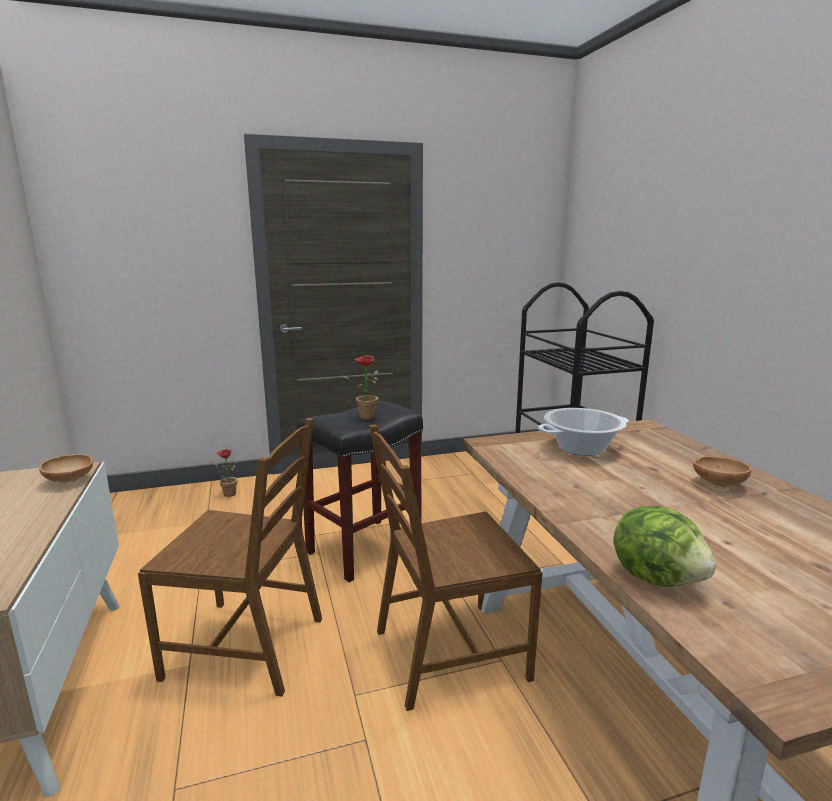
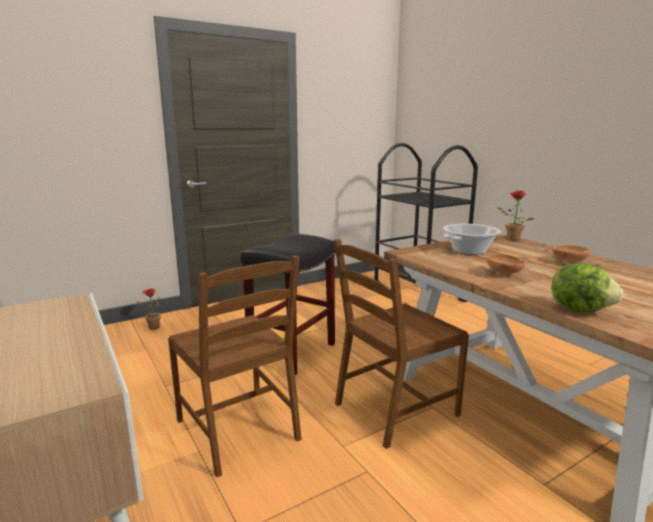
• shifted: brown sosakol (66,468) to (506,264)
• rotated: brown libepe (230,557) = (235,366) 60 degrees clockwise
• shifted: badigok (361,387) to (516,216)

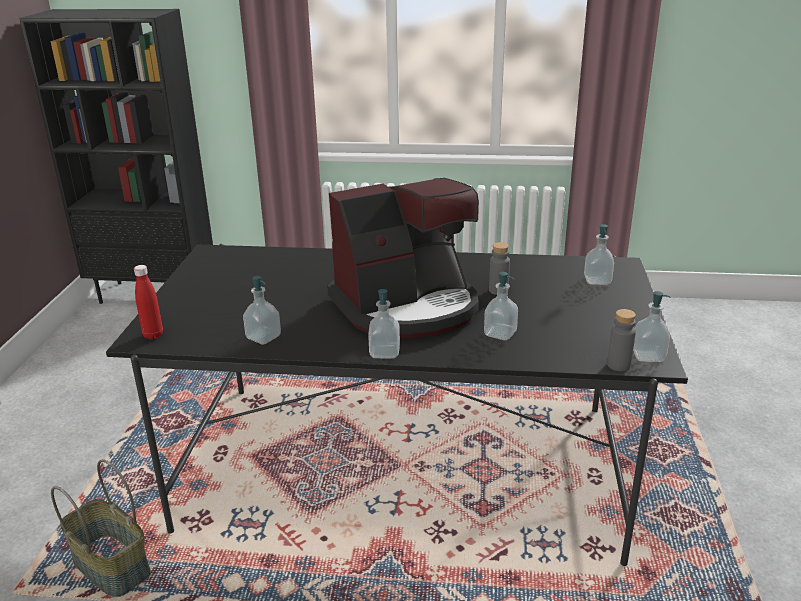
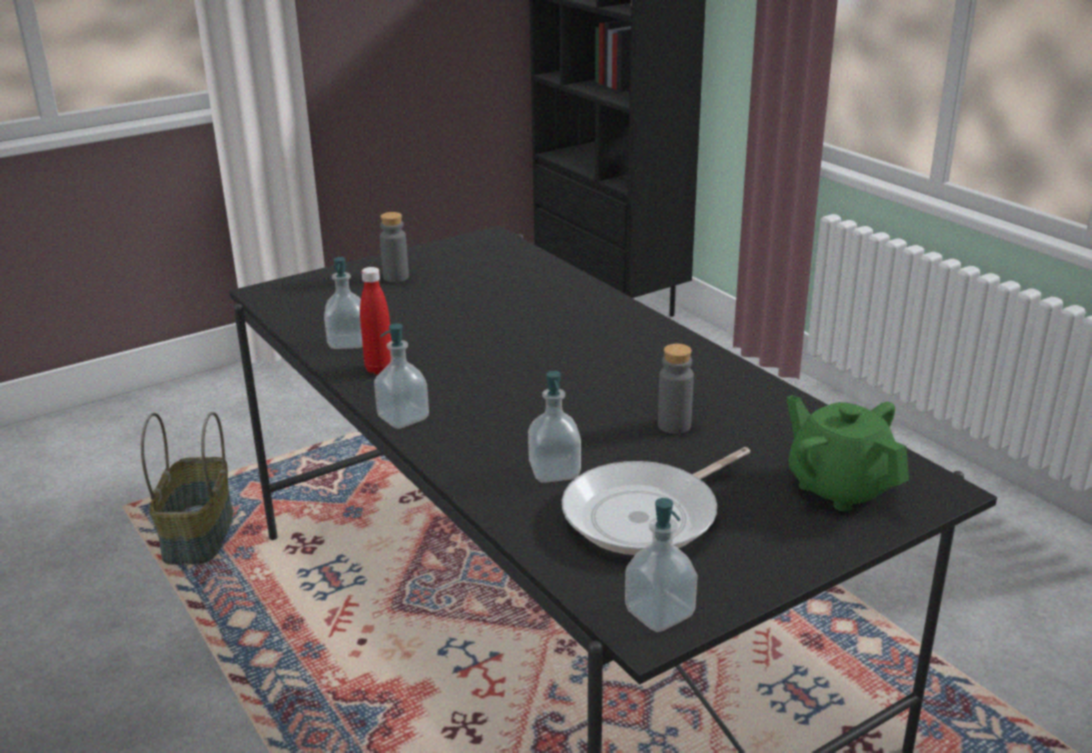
• shifted: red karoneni (148,302) to (376,321)
• gone: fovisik (403,258)
• swapped: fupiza (599,254) to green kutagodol (847,453)
• shifted: grey karoneni (621,340) to (394,247)
• new: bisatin (656,501)

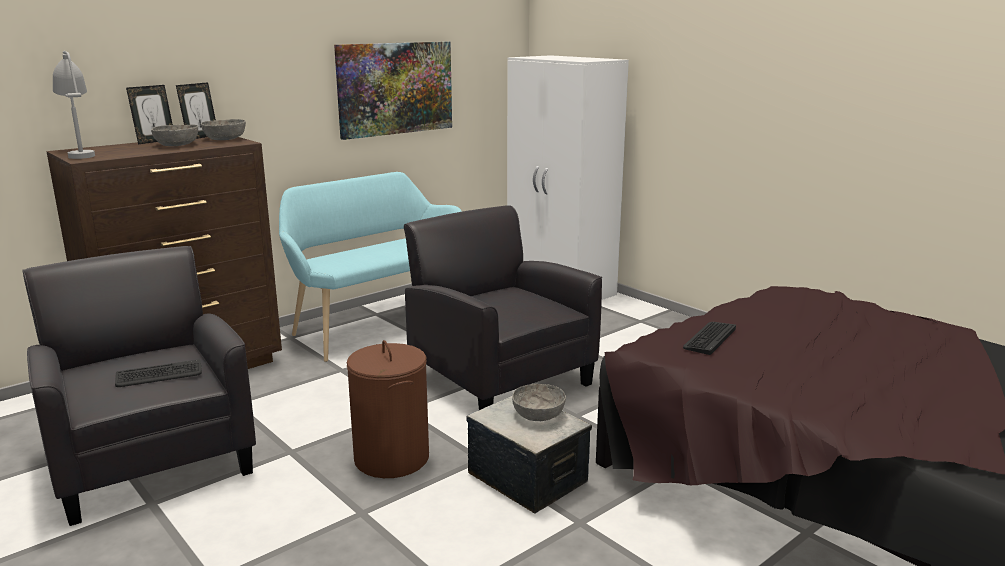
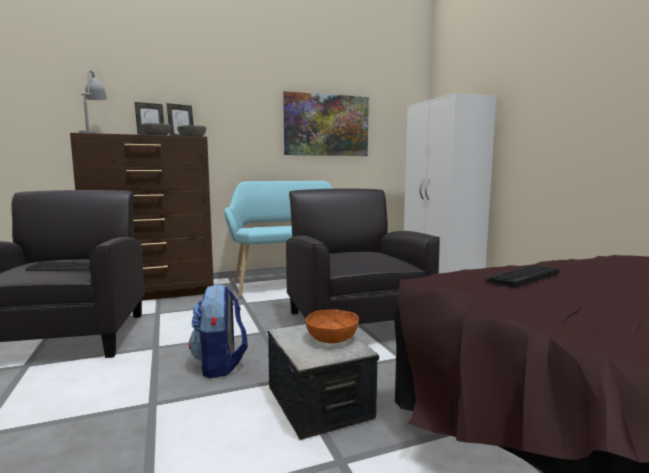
• swapped: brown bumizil (388,409) to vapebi (218,331)
• repainted: grey sosakol (539,402) to orange sosakol (332,327)

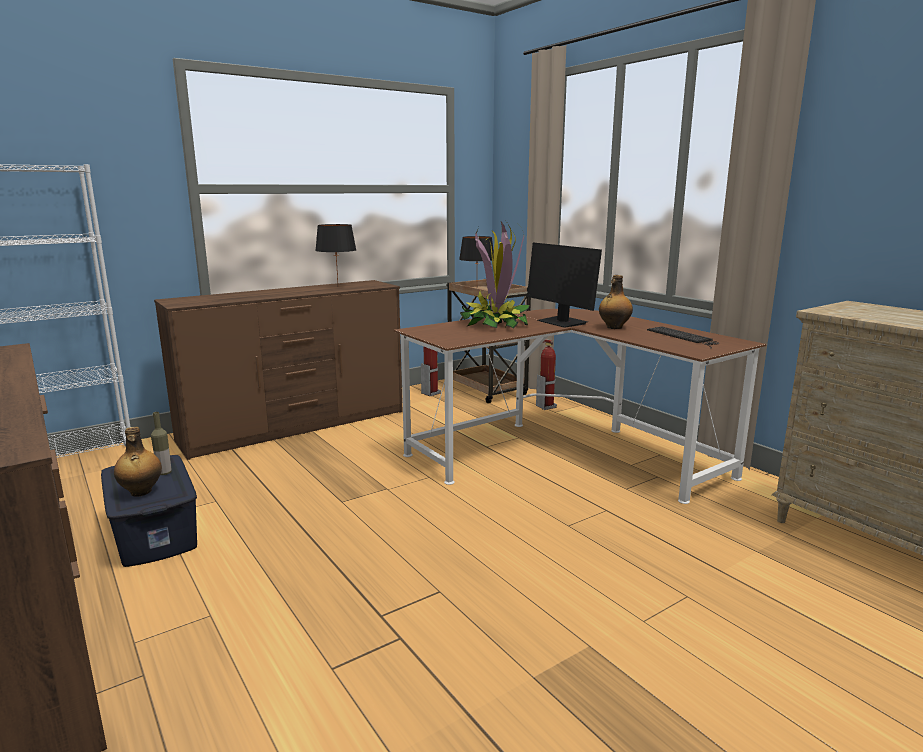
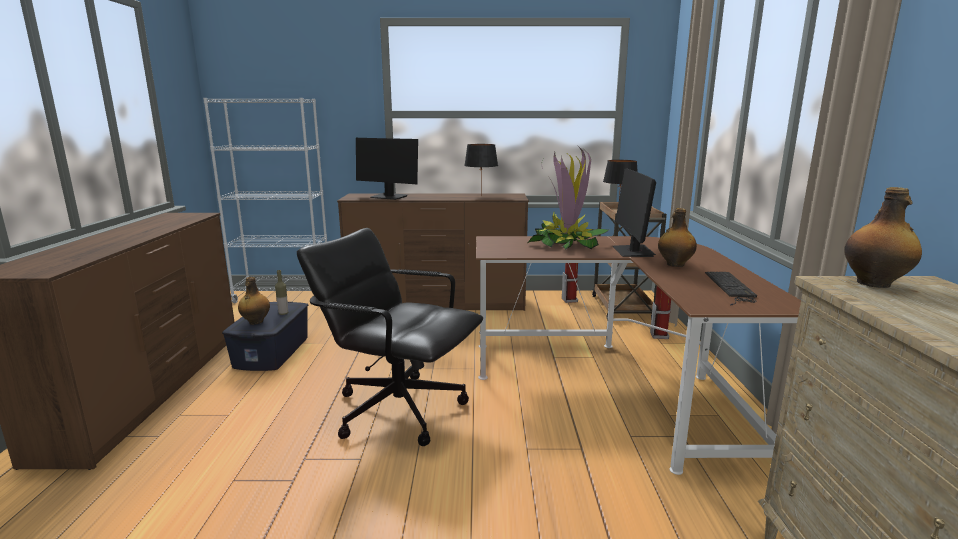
• new: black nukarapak (390,337)
• new: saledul (387,169)
• new: karoneni (883,237)

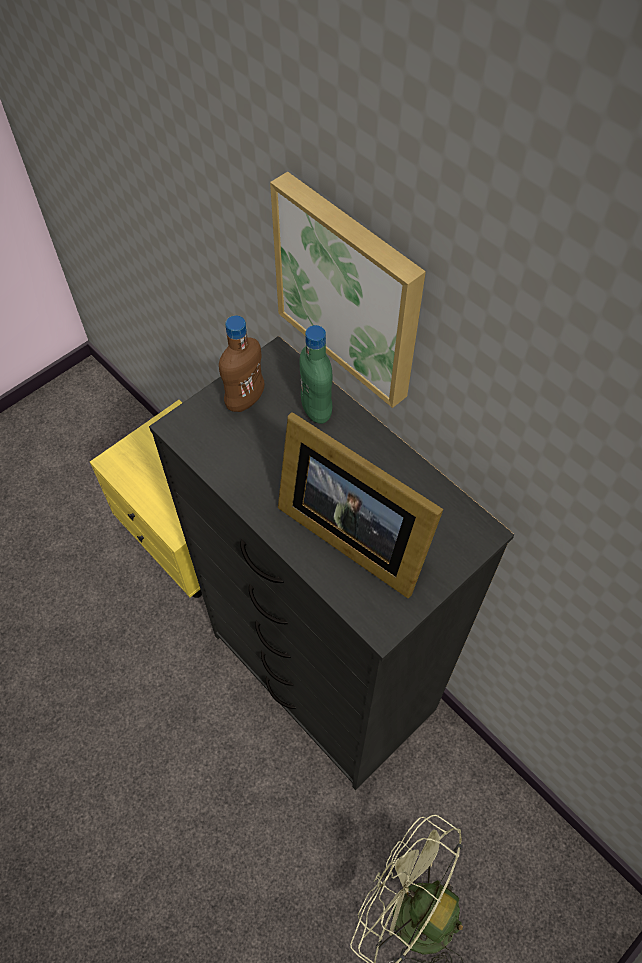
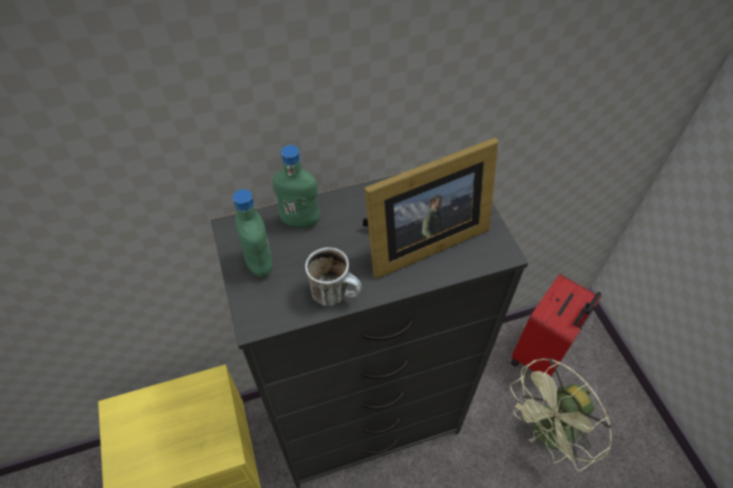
• repainted: brown karoneni (241,364) to green karoneni (253,233)
• gone: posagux (348,290)
• new: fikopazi (333,277)
• new: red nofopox (556,325)

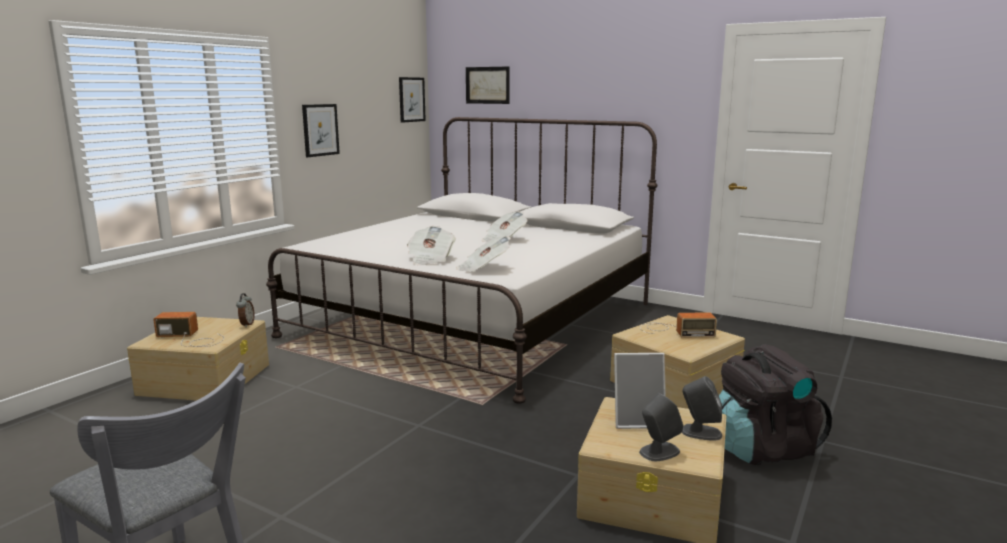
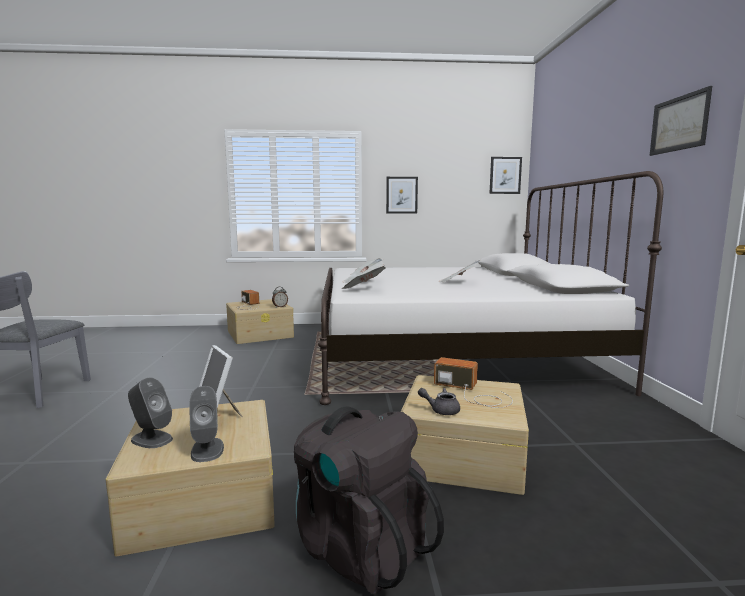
• shifted: posagux (488,85) to (681,121)
• rotated: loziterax (678,325) = (473,382) 150 degrees clockwise
• new: grey kutagodol (439,401)

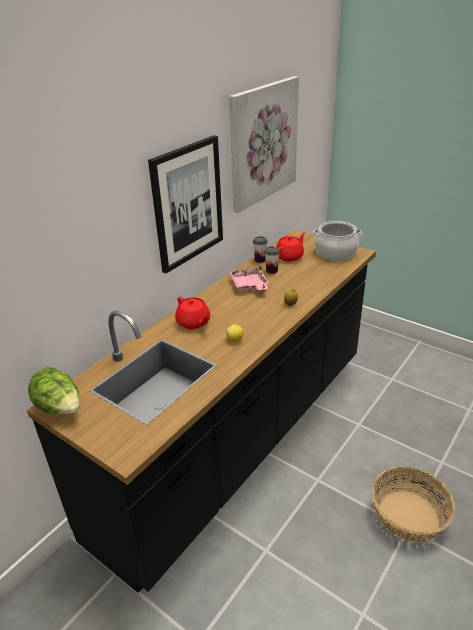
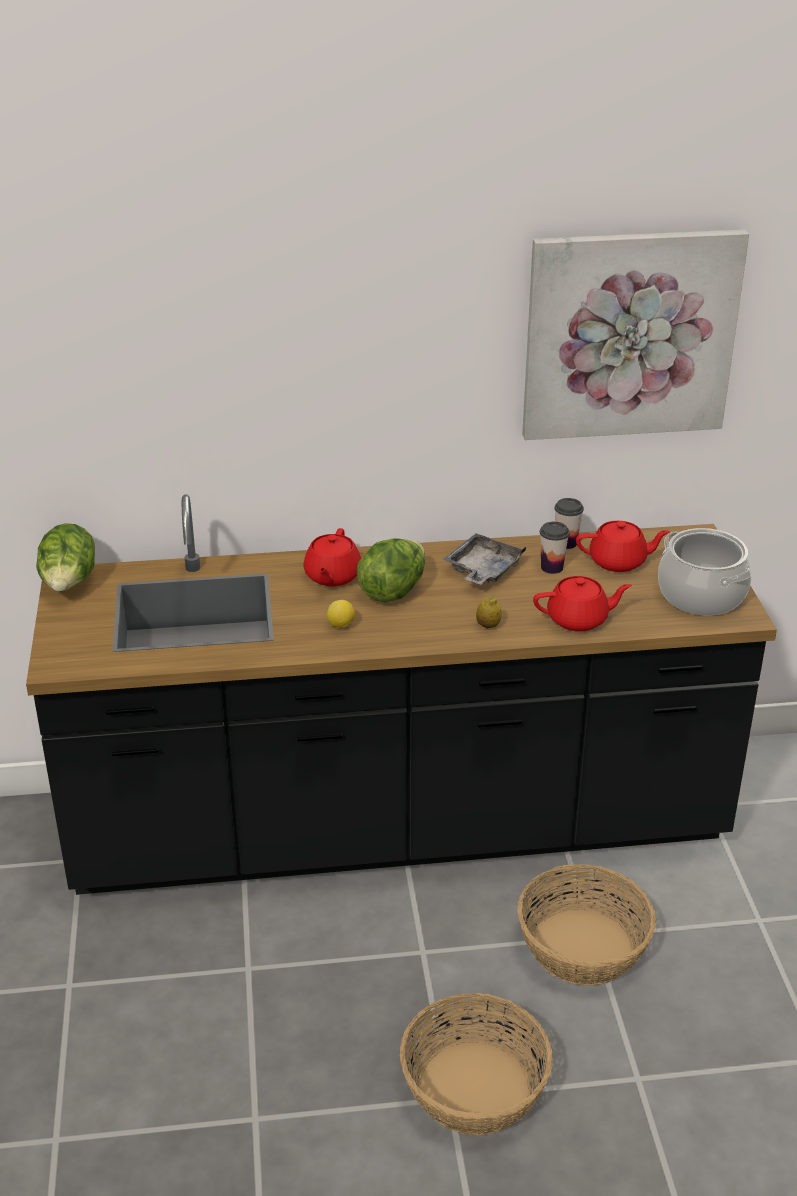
• gone: posagux (185,204)
• repainted: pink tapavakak (249,278) to grey tapavakak (485,558)
• new: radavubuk (391,570)
• new: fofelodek (586,925)
• new: red kutagodol (582,603)

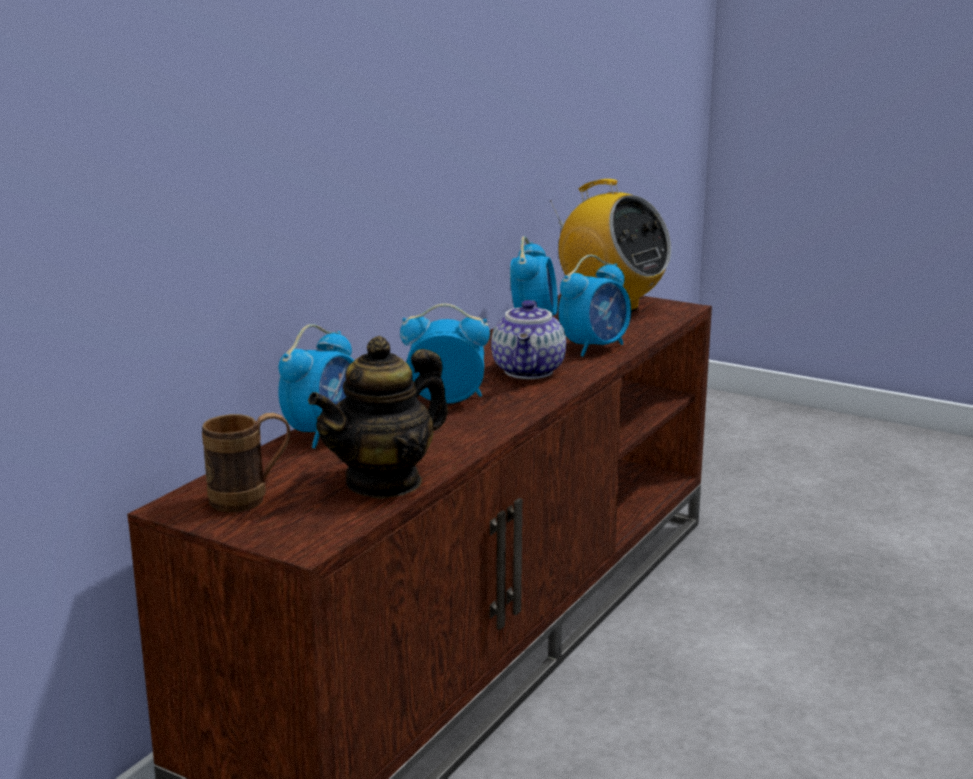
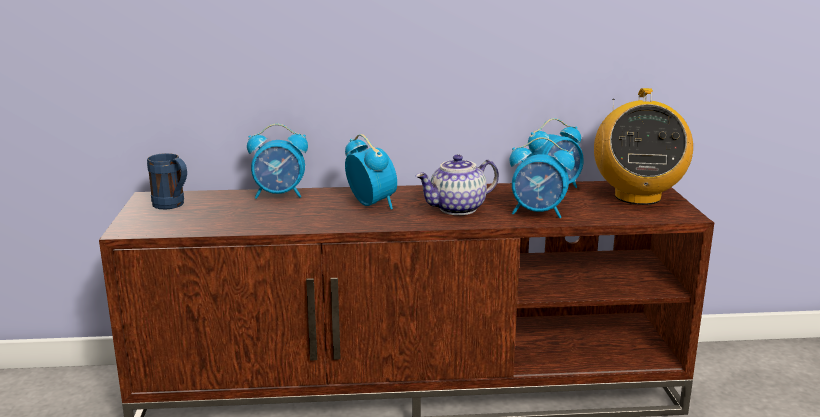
• repainted: brown fikopazi (246,462) to blue fikopazi (167,181)
• gone: kutagodol (378,417)

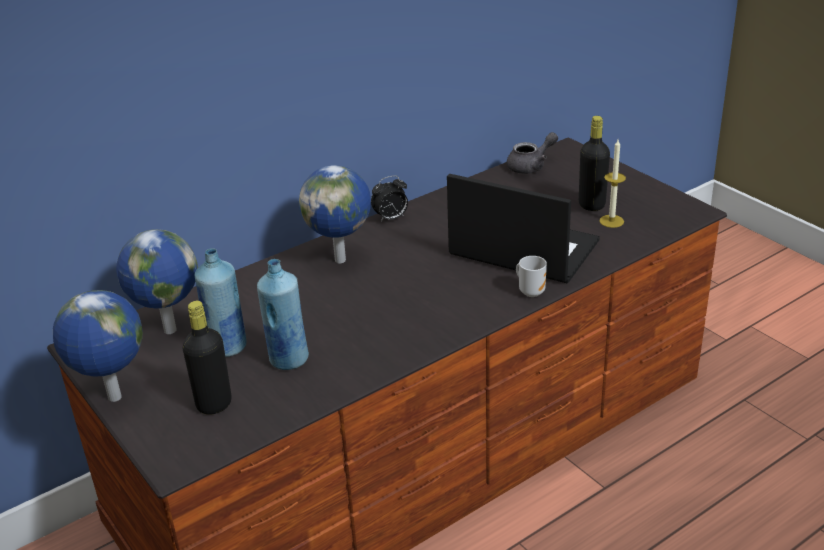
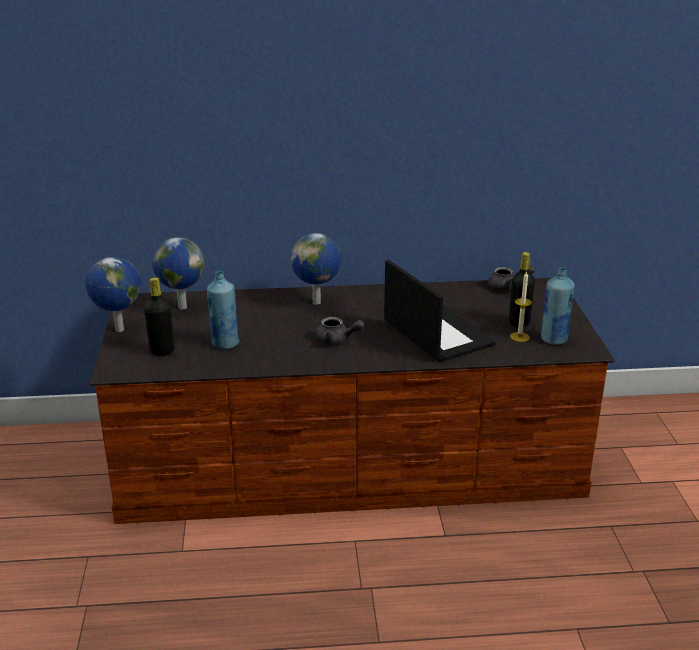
• shifted: blue karoneni (221,302) to (557,306)
• gone: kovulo (389,198)
• gone: fikopazi (531,276)
• new: grey kutagodol (340,331)

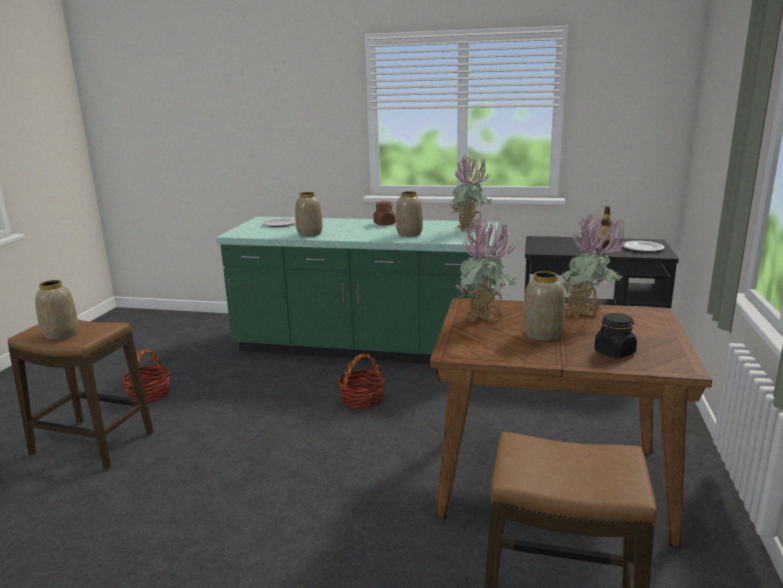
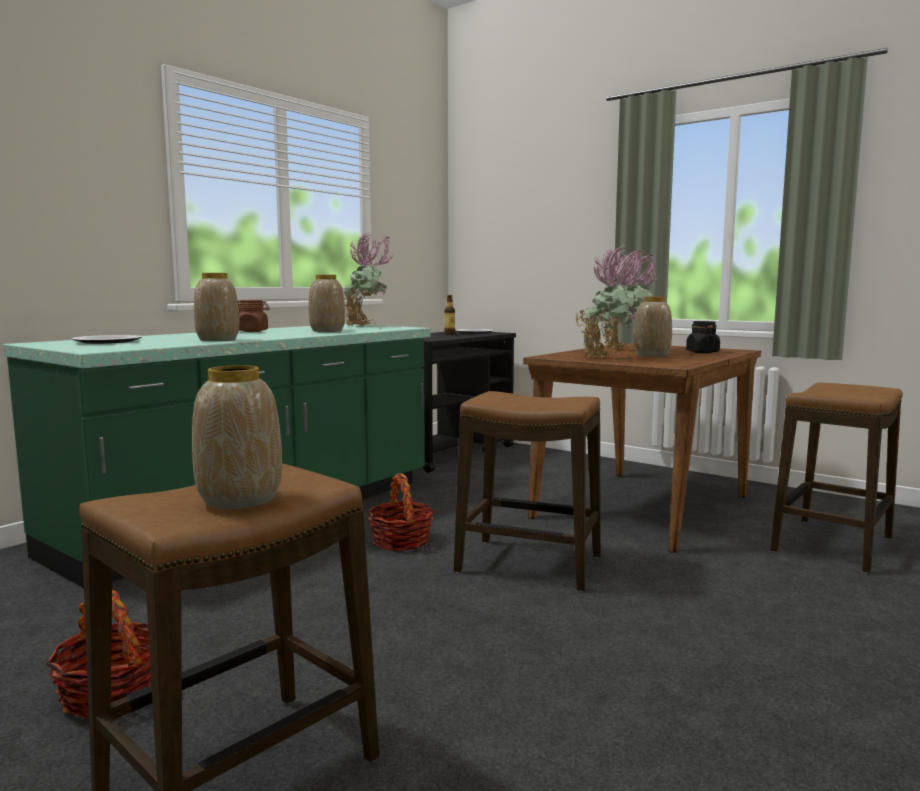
• new: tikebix (527,491)

